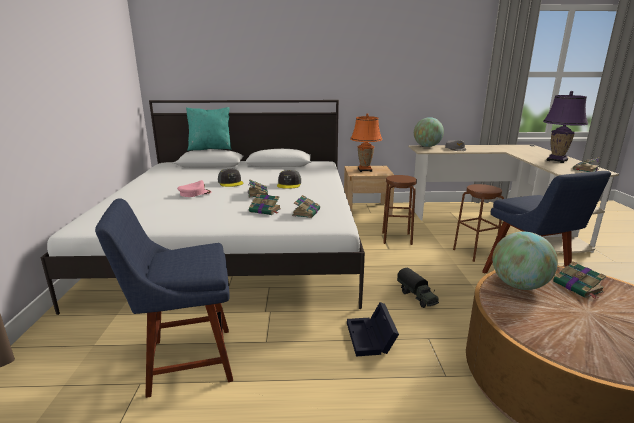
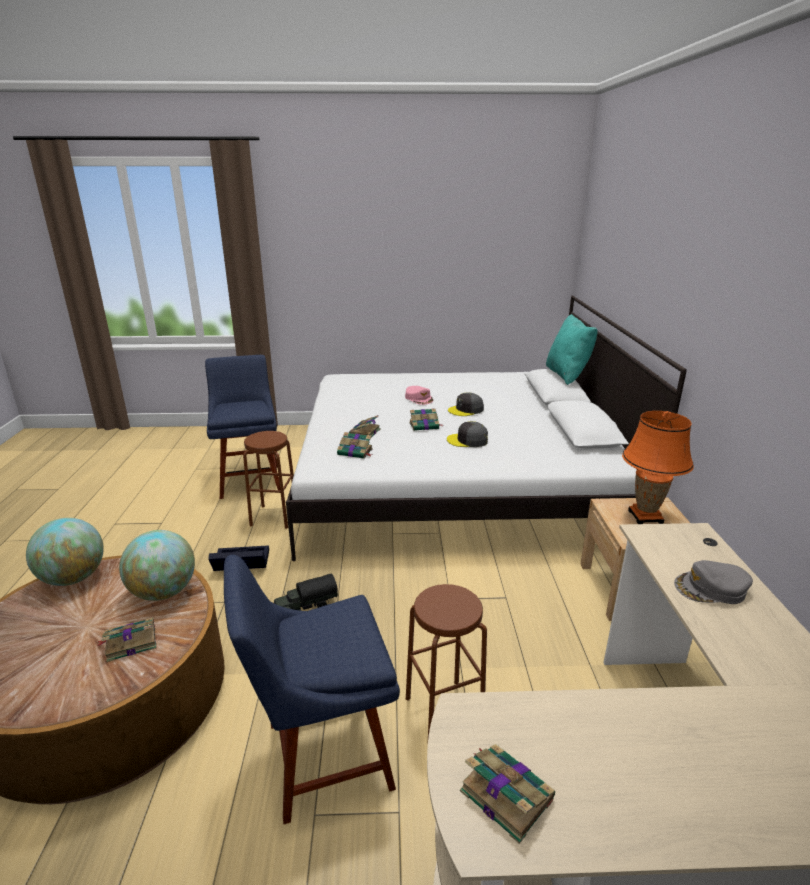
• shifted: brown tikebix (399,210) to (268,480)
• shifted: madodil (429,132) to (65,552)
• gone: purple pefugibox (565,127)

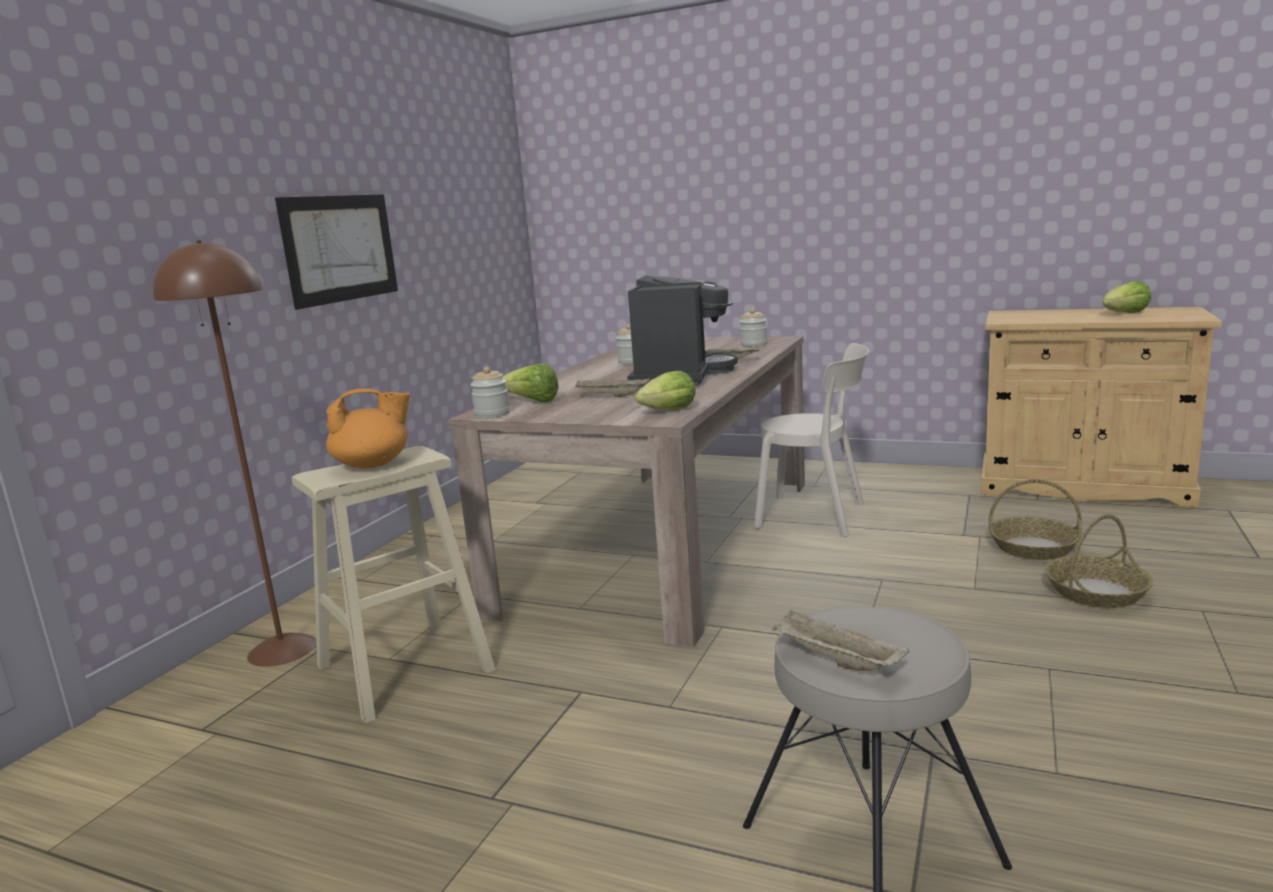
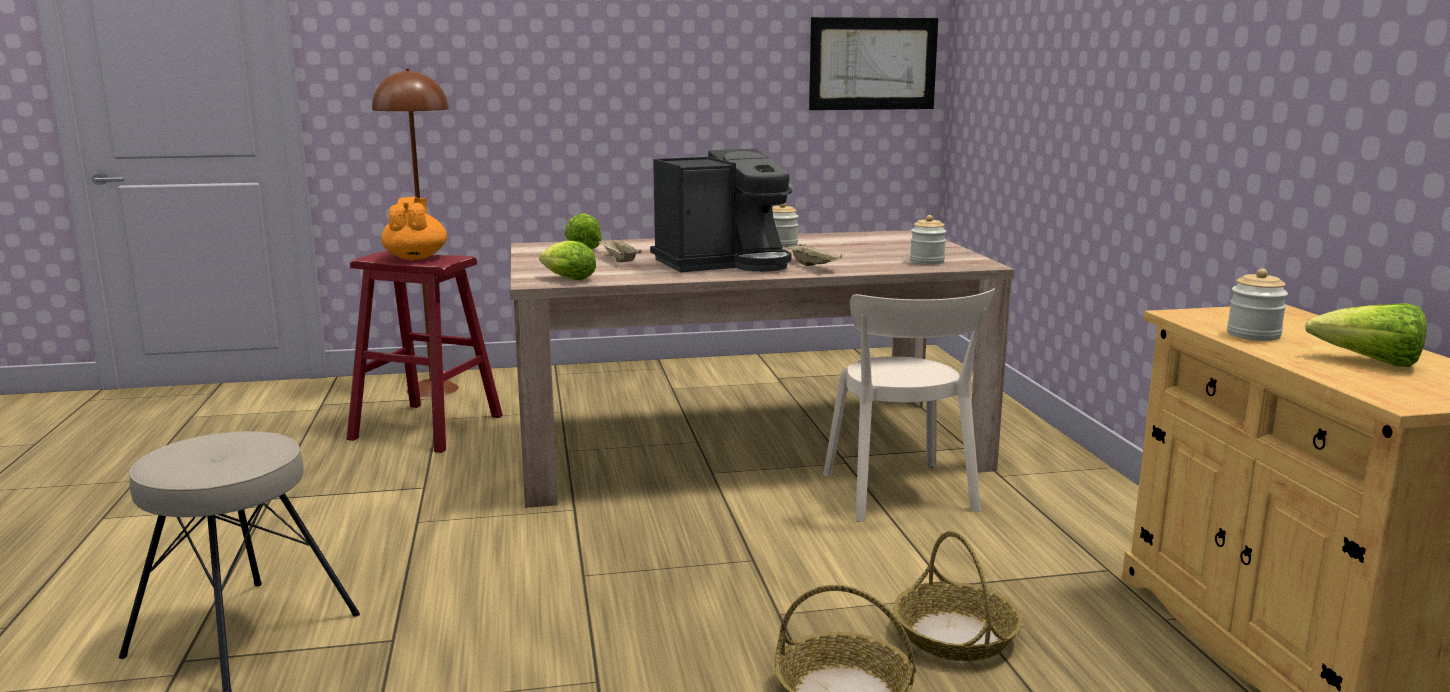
• shifted: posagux (336,252) to (873,63)
• repainted: beige tikebix (394,585) to red tikebix (425,352)
• rotated: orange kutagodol (368,428) = (414,228) 135 degrees counterclockwise
• shifted: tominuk (490,392) to (1257,304)
• gone: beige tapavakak (840,640)

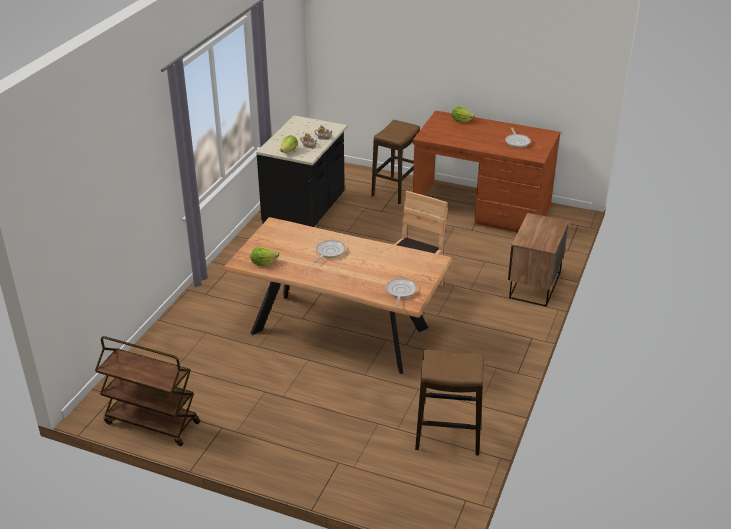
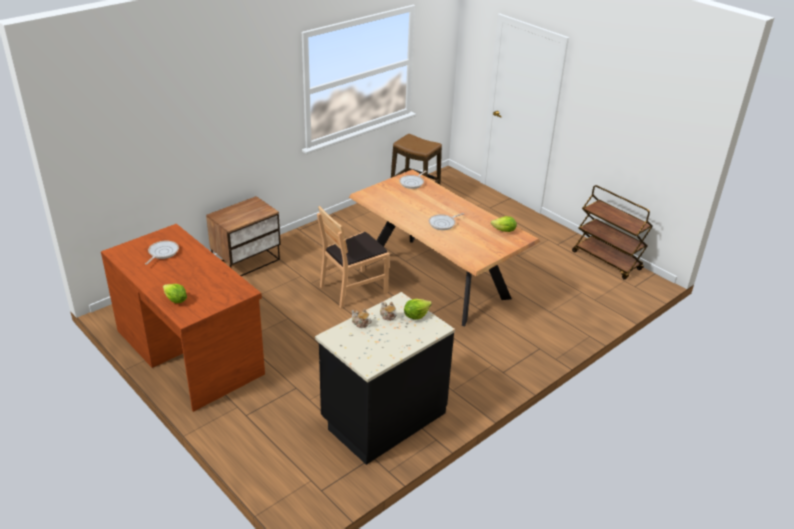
• gone: tikebix (395,162)

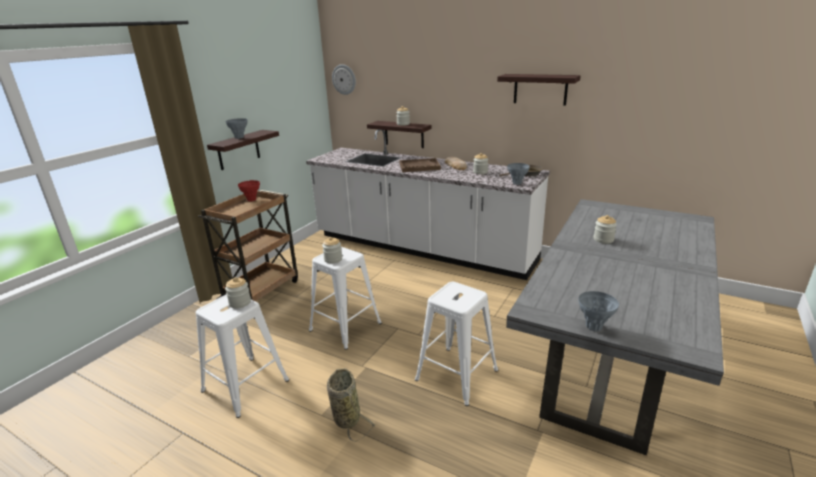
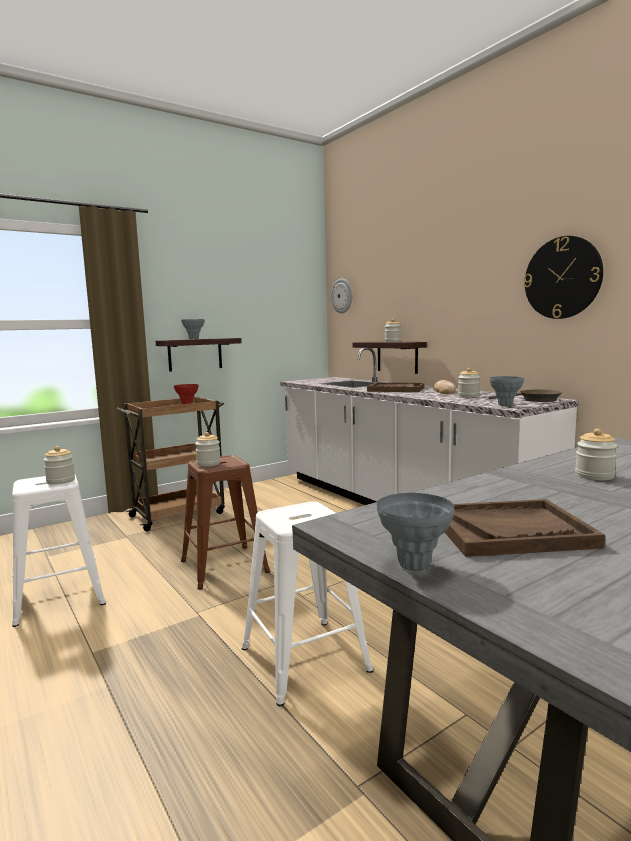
• repainted: white tikebix (345,298) to brown tikebix (225,522)
• gone: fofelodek (351,405)
• swapped: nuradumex (539,90) to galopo (563,277)
• new: brown tapavakak (525,528)

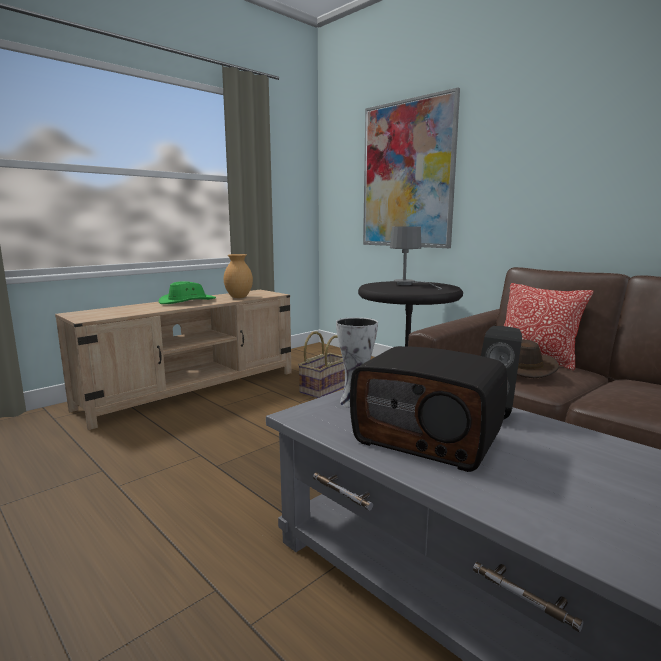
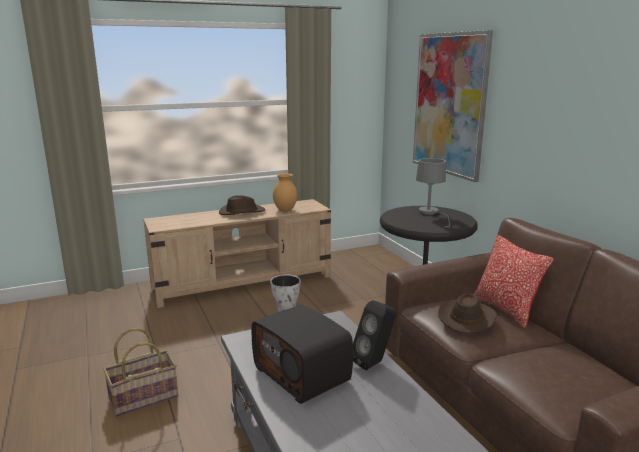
• repainted: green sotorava (187,292) to brown sotorava (242,205)
• shifted: fofelodek (321,364) to (140,372)

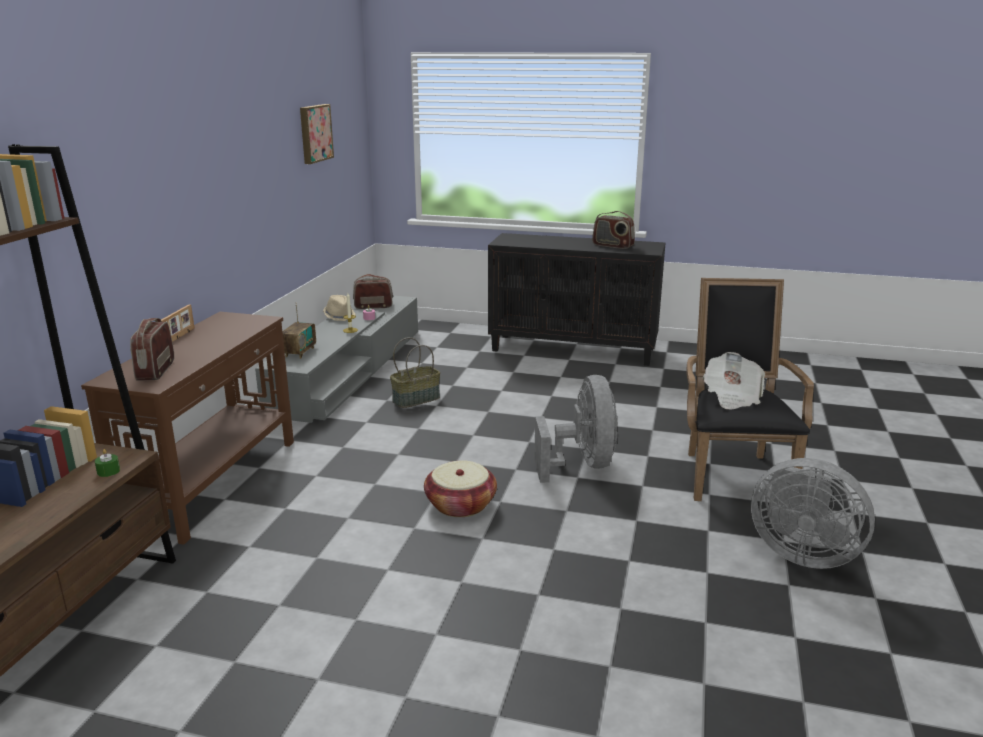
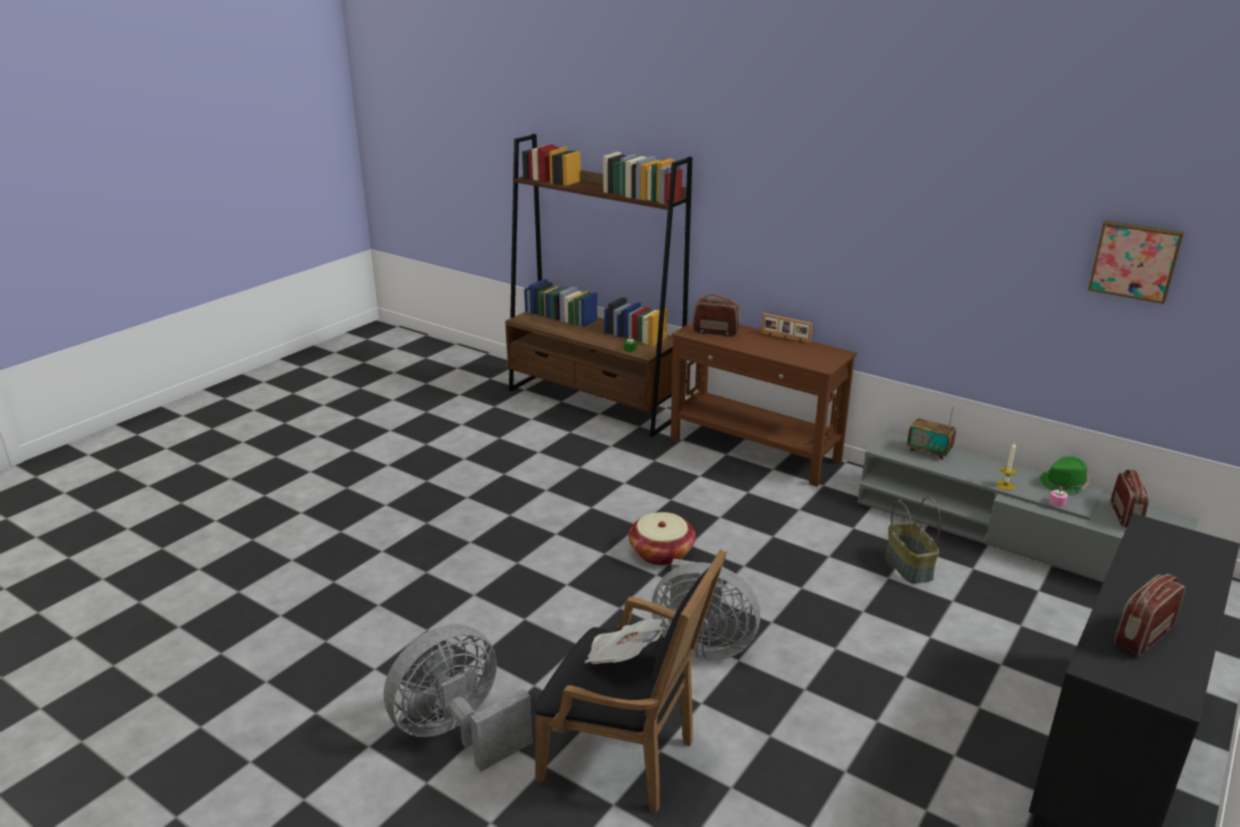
• repainted: beige sotorava (339,308) to green sotorava (1065,475)

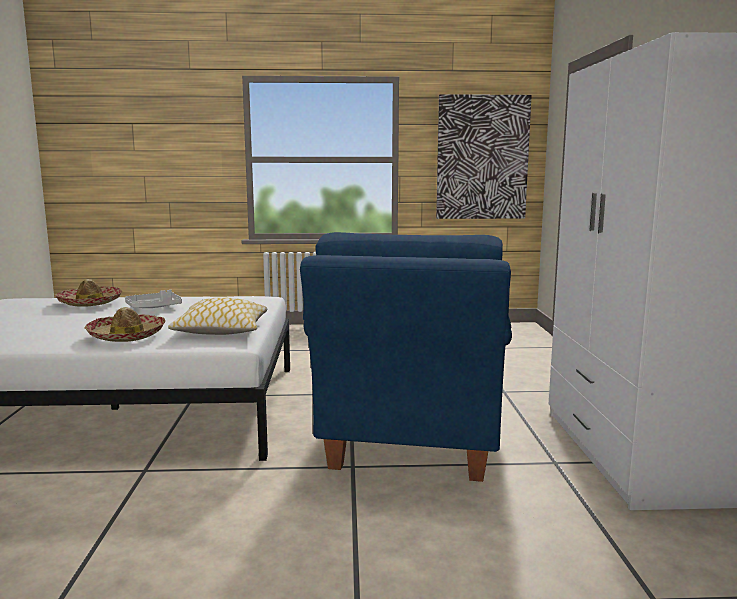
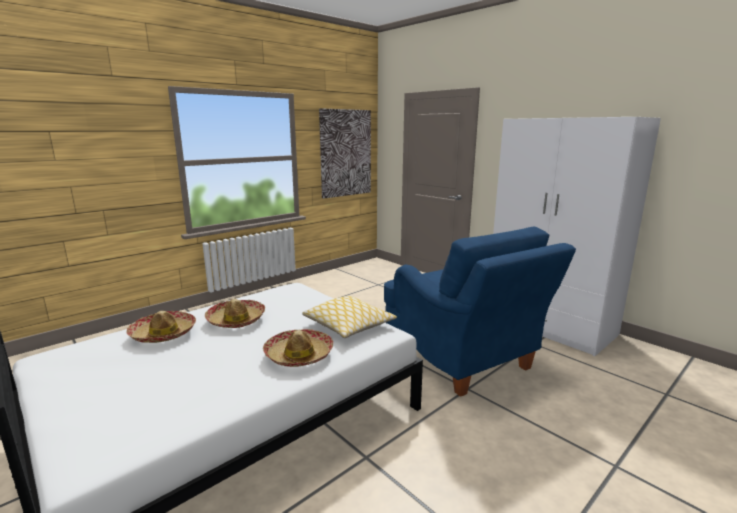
• swapped: grey tapavakak (153,298) to sotorava (235,313)

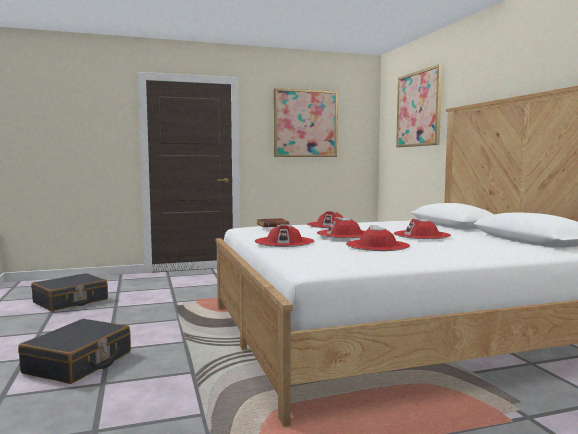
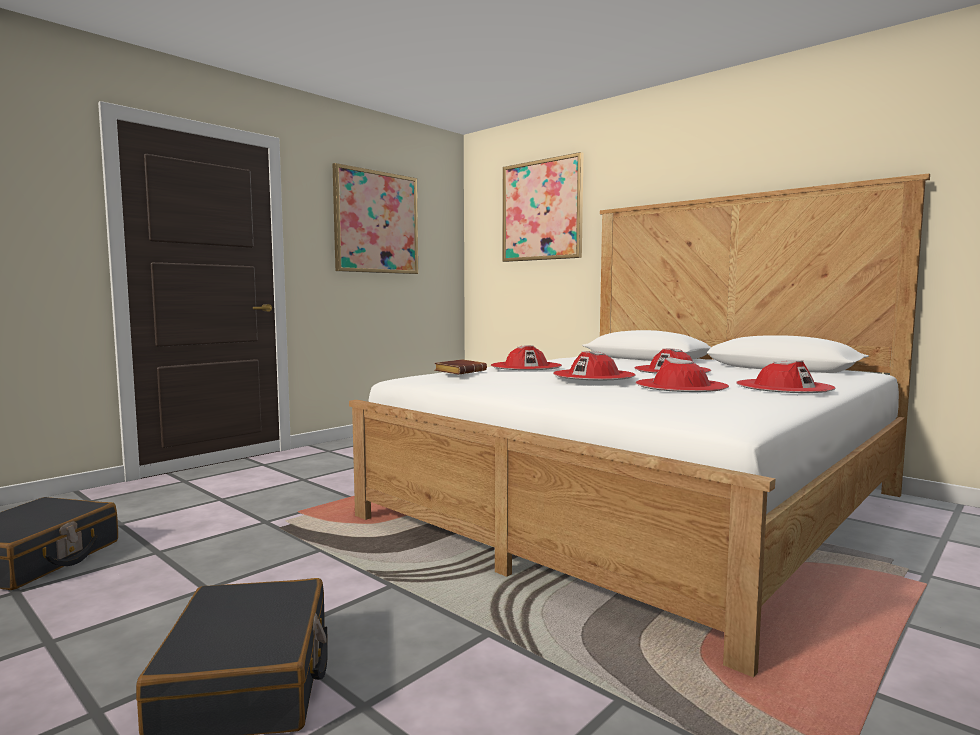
• shifted: red sotorava (284,235) to (786,376)

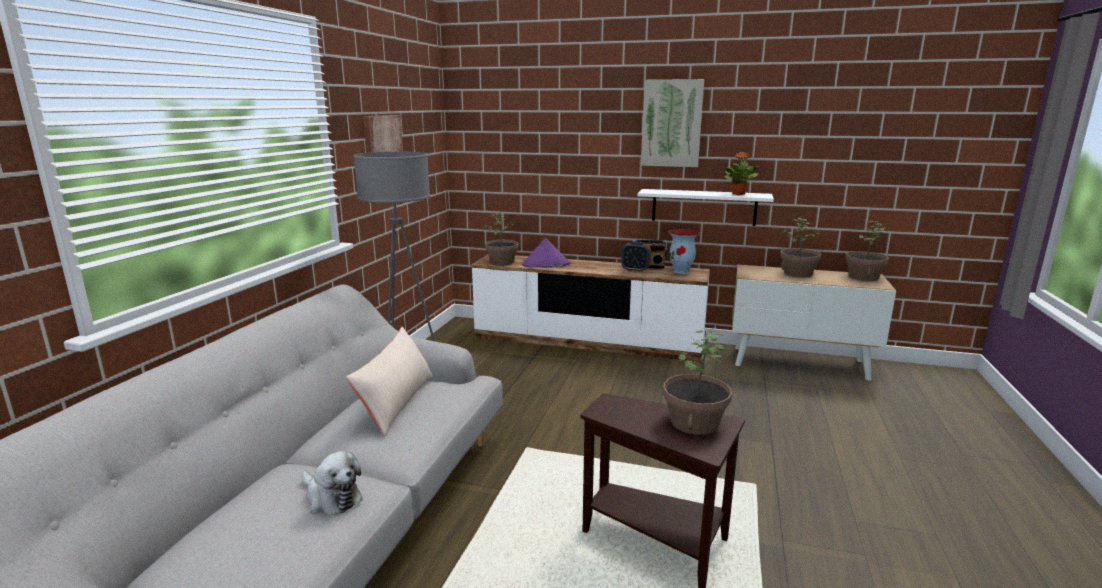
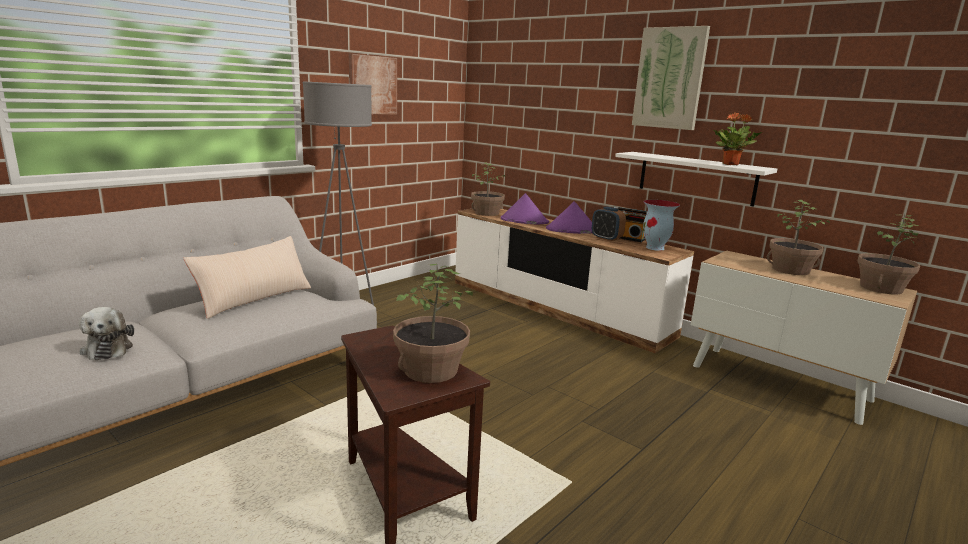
• new: purple sotorava (569,217)

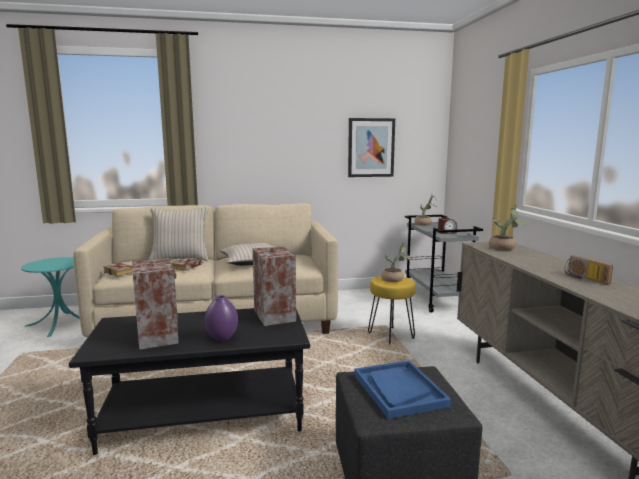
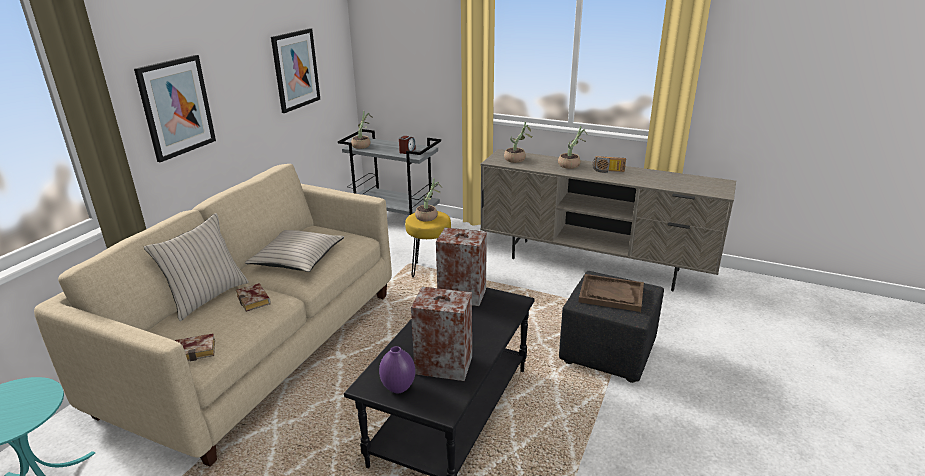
• shifted: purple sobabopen (221,318) to (397,370)
• repainted: blue tapavakak (402,389) to brown tapavakak (611,293)
• new: posagux (175,108)
• new: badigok (573,147)

